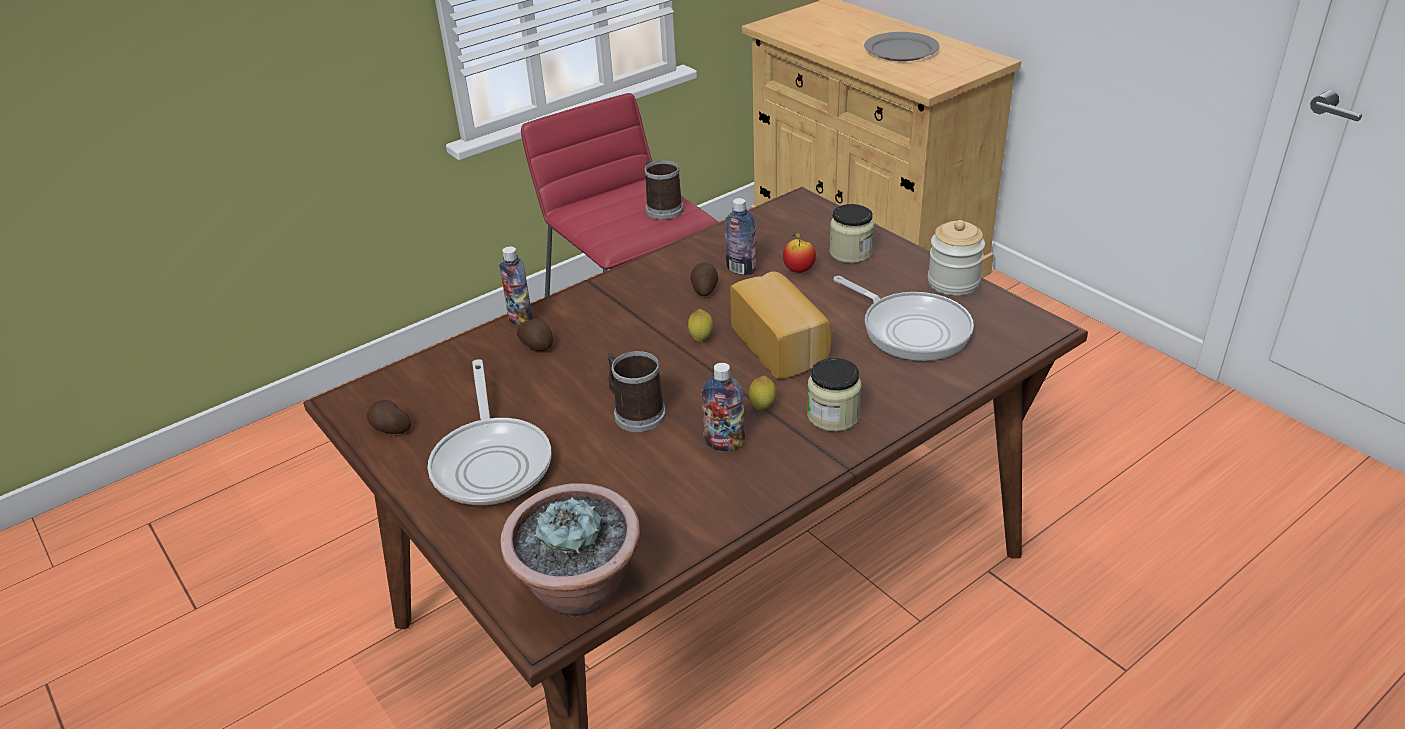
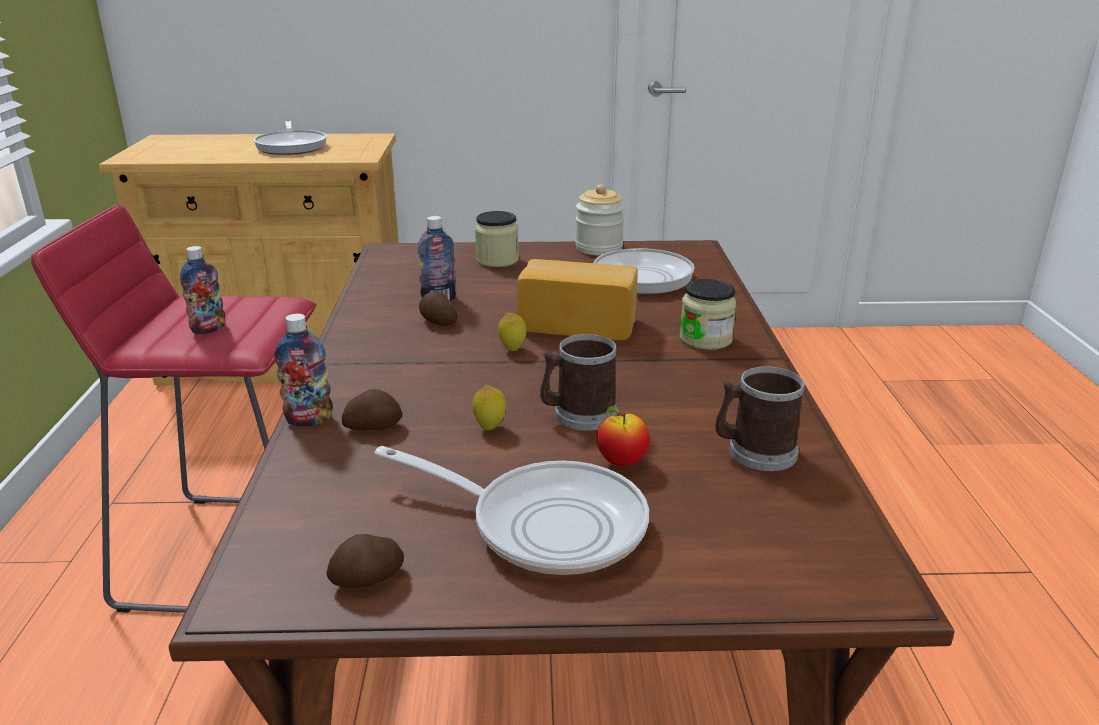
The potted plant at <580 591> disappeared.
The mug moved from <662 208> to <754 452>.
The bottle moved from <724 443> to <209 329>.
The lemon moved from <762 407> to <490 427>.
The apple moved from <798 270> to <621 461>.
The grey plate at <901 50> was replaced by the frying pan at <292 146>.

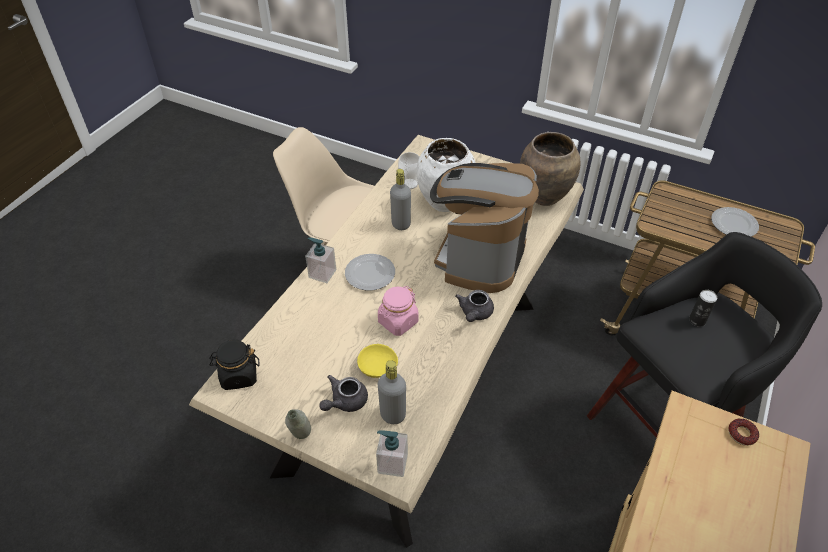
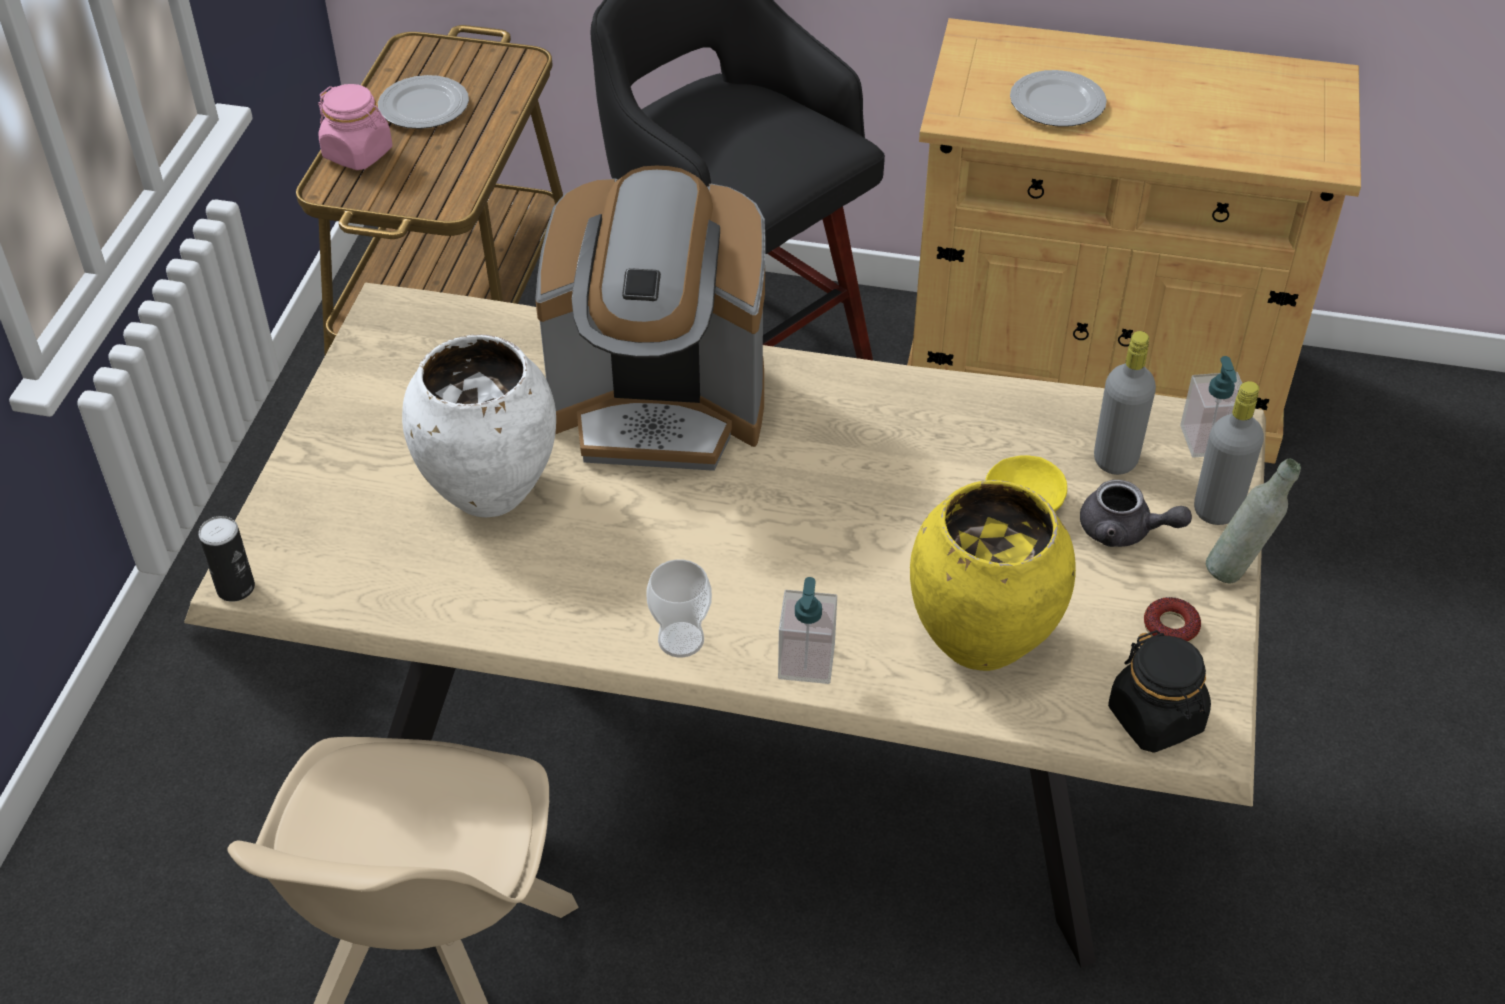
The grey teapot at <474 313> disappeared.
The brown vase at <545 197> disappeared.
The yellow vase at <980 640> appeared.
The plate moved from <370 274> to <1056 103>.
The pink jar moved from <398 322> to <358 153>.
The grey bottle moved from <401 224> to <1217 509>.
The cup moved from <409 184> to <681 639>.
The can moved from <697 320> to <235 588>.
The donut moved from <742 434> to <1171 627>.

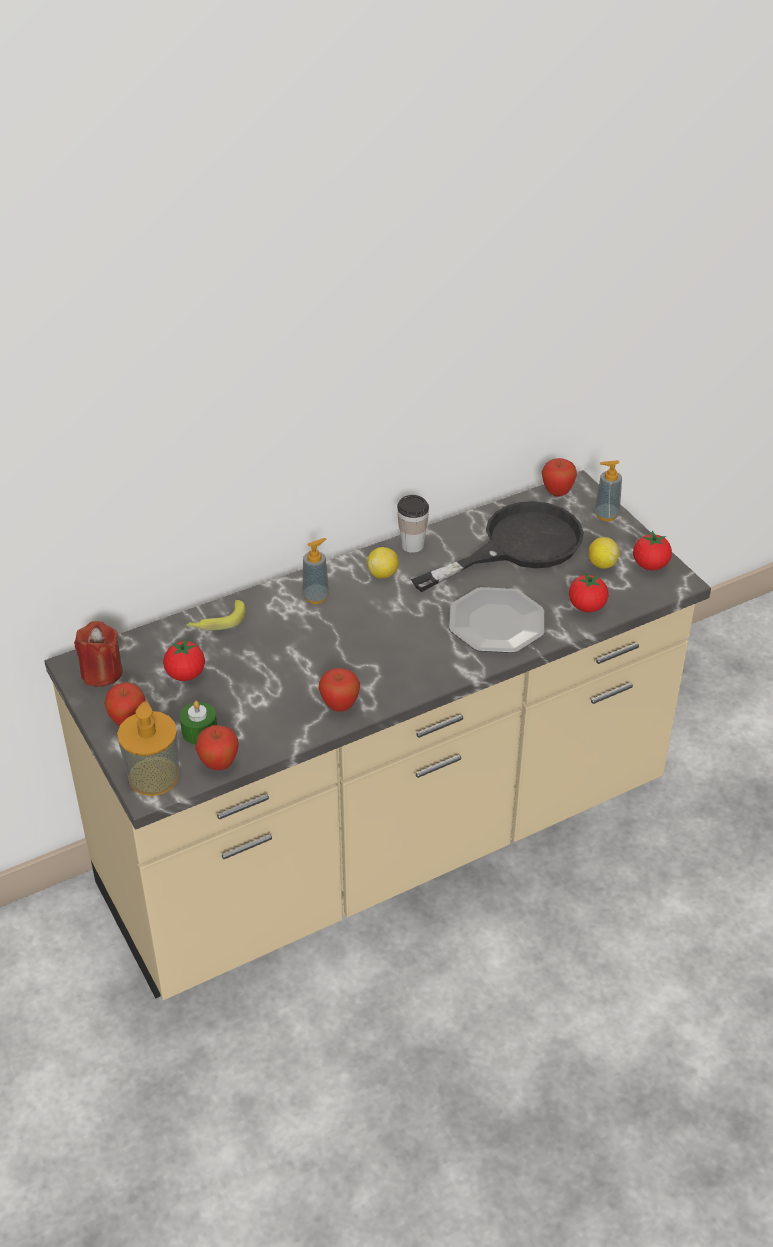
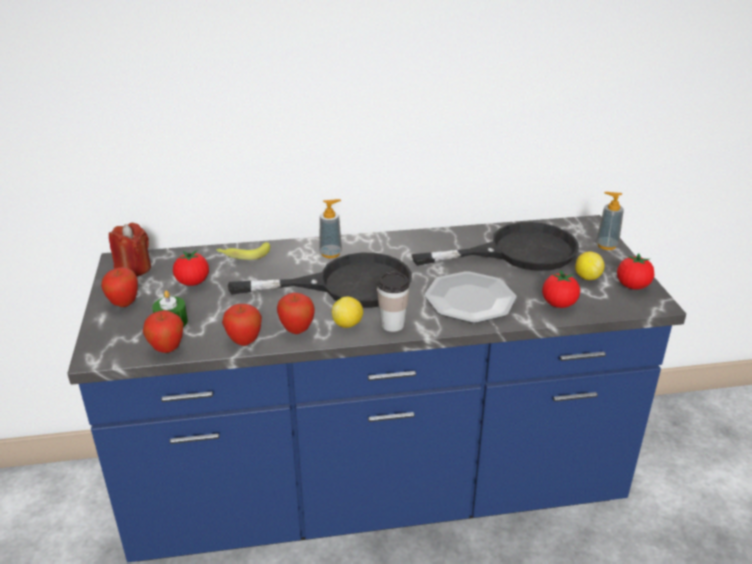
The soap dispenser at <154 776> disappeared.
The black frying pan at <347 285> appeared.
The lemon moved from <383 574> to <348 324>.
The cup moved from <412 545> to <392 324>.
The apple moved from <557 492> to <244 341>.
The beige counter at <386 843> became the blue counter at <376 492>.

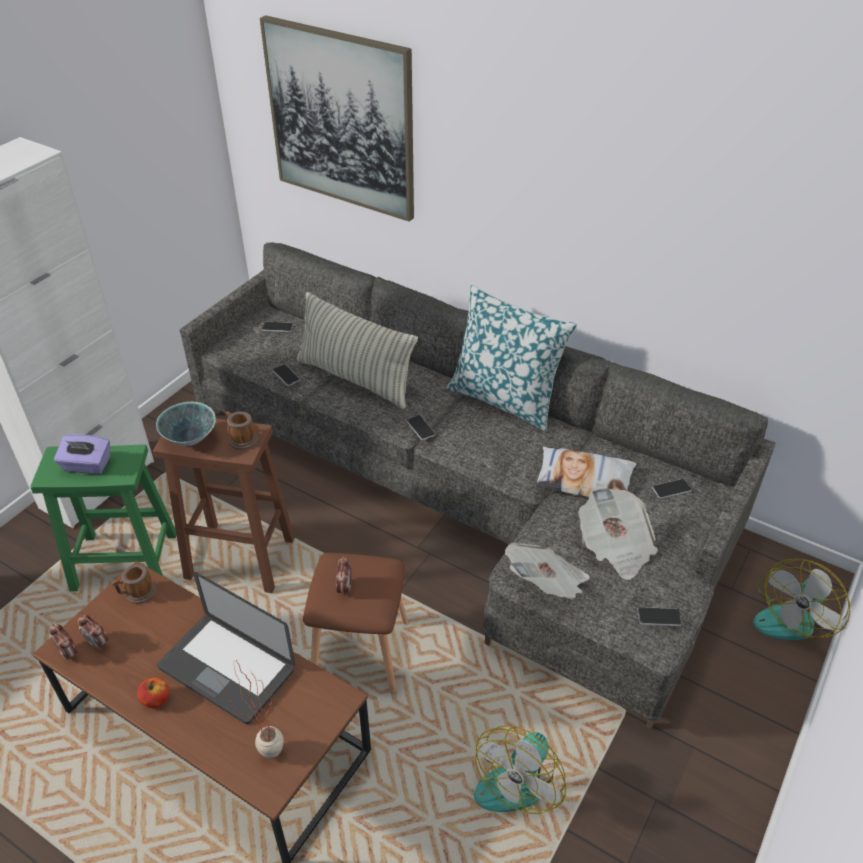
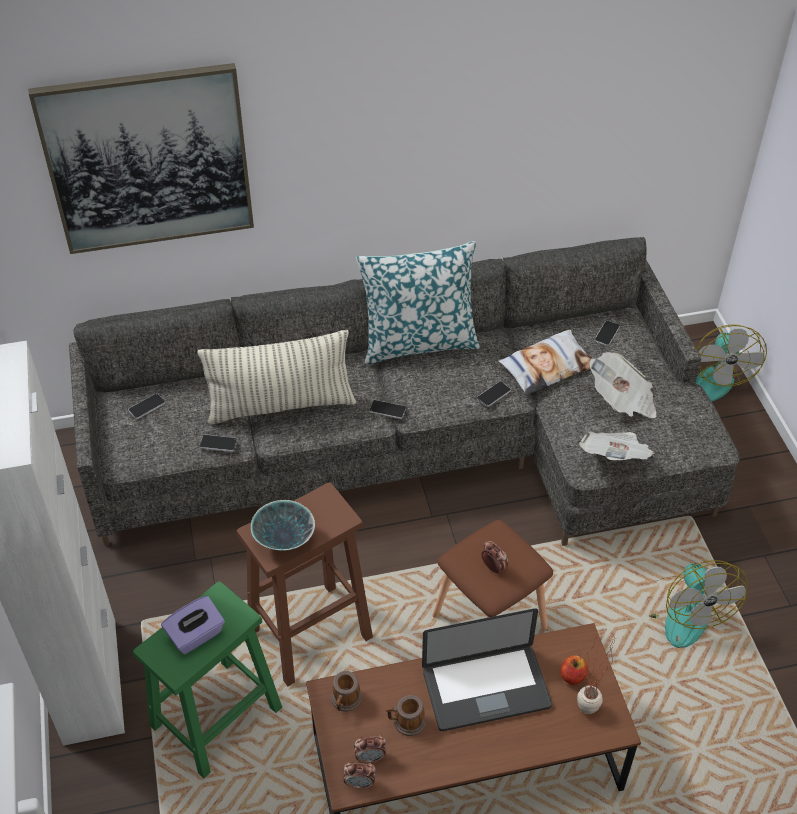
The apple moved from <156 699> to <572 676>.
The mug moved from <241 438> to <406 722>.
The phone moved from <659 617> to <493 394>.

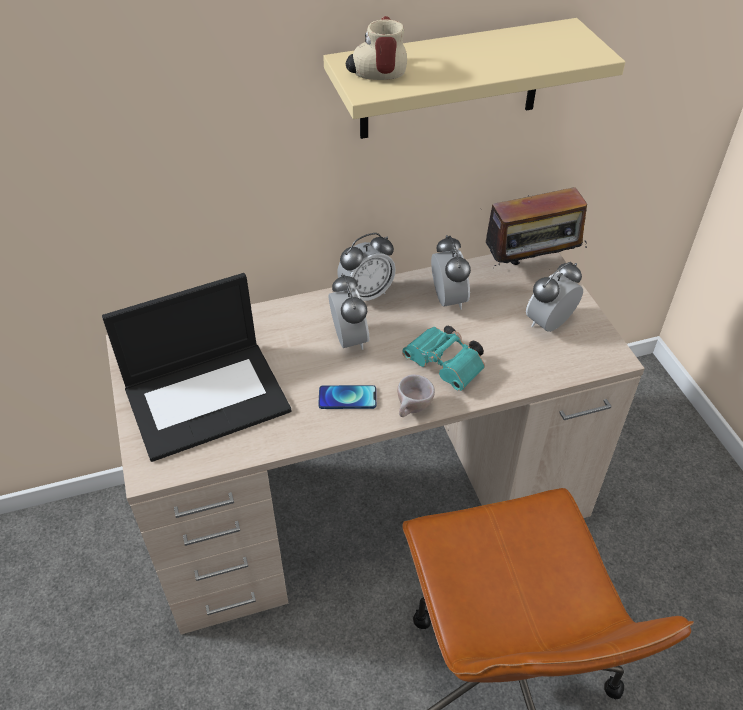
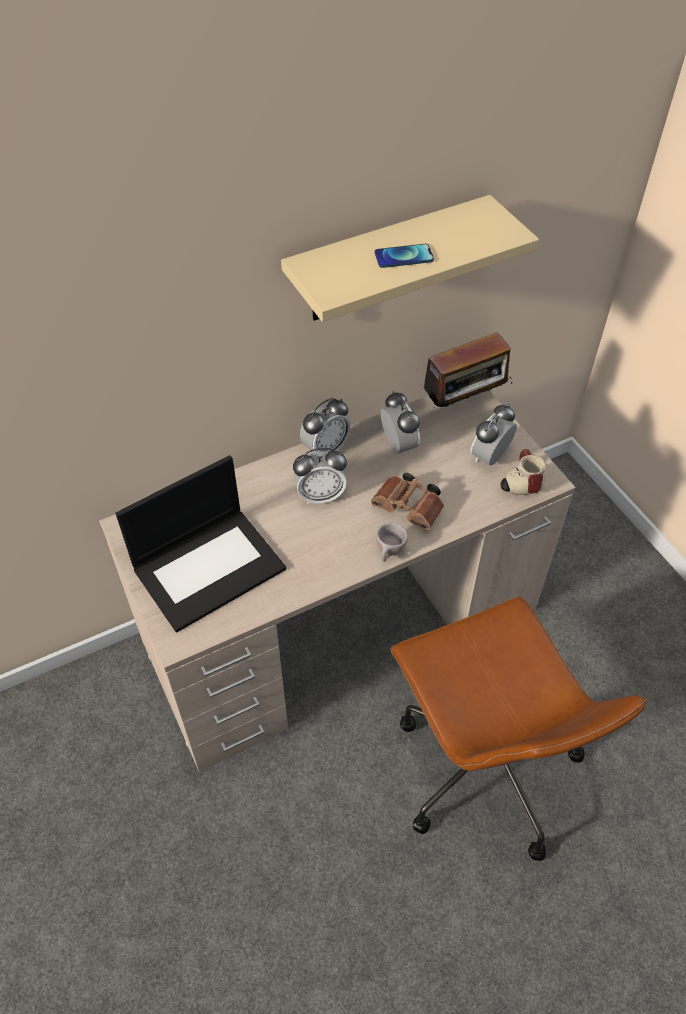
The phone moved from <347 398> to <403 257>.
The mug moved from <376 70> to <519 483>.
The turquoise binoculars at <446 367> became the brown binoculars at <410 509>.
The alarm clock at <349 340> turned 105 degrees clockwise.

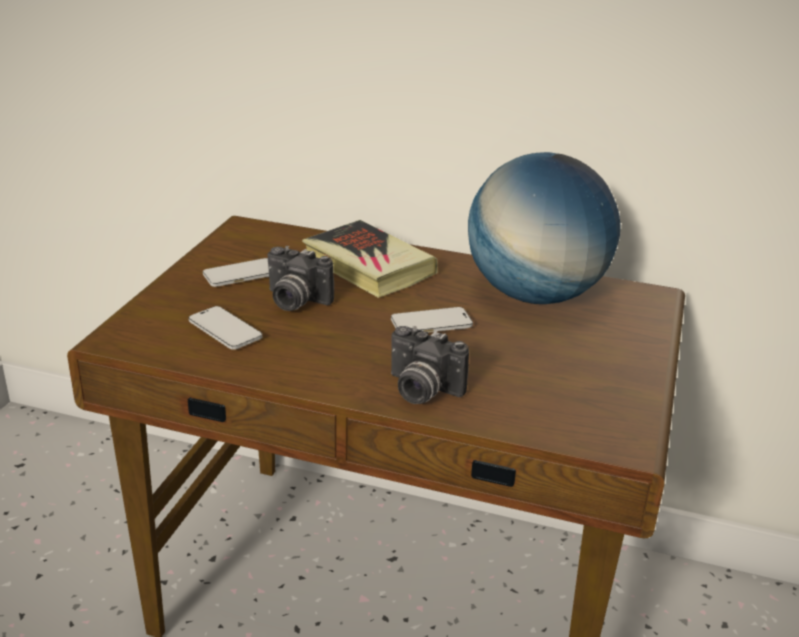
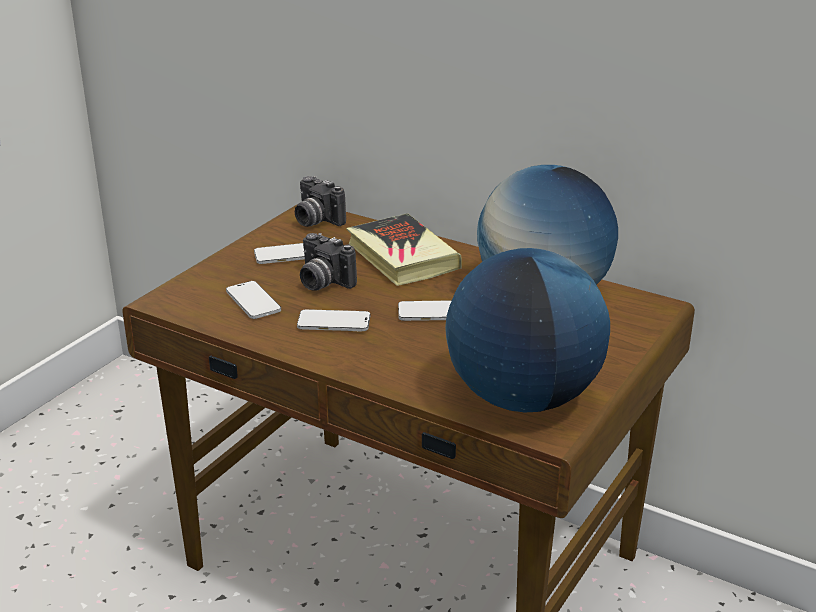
The phone at <334 323> appeared.
The globe at <523 398> appeared.
The photo camera moved from <420 390> to <315 221>.

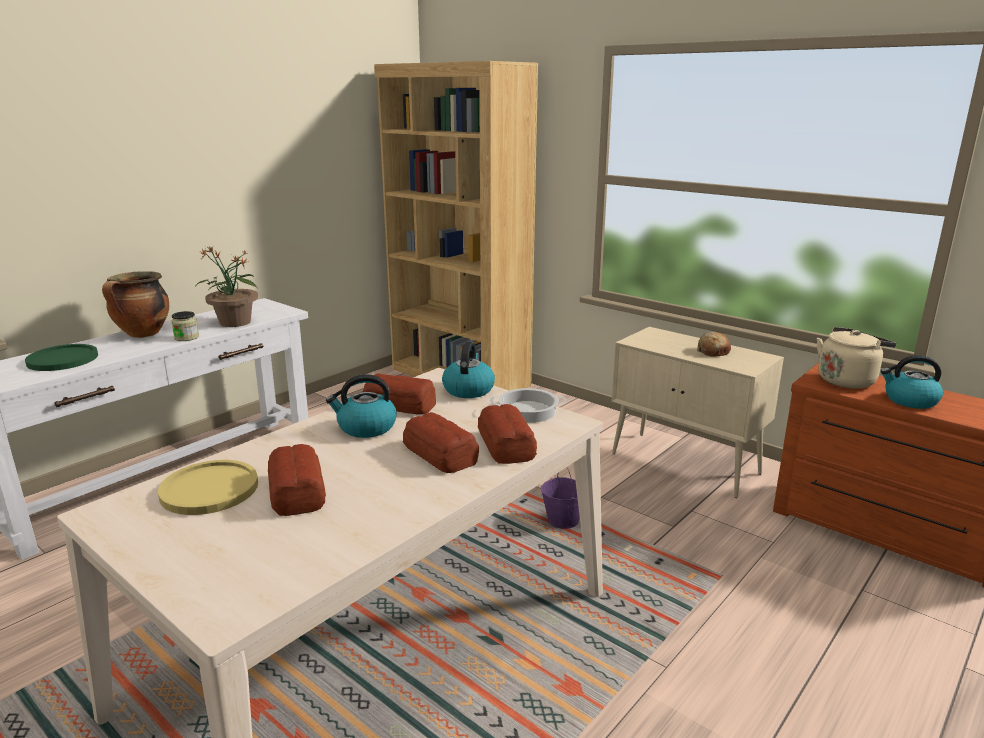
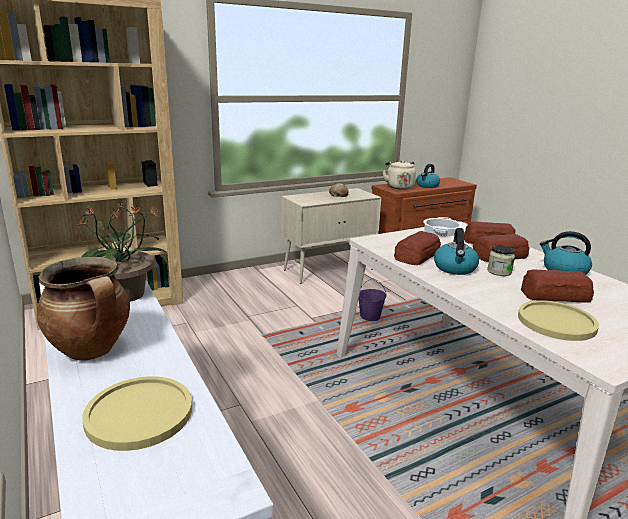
The jar moved from <186 337> to <499 271>.
The kettle moved from <468 389> to <564 271>.
The green plate at <62 359> became the yellow plate at <139 414>.

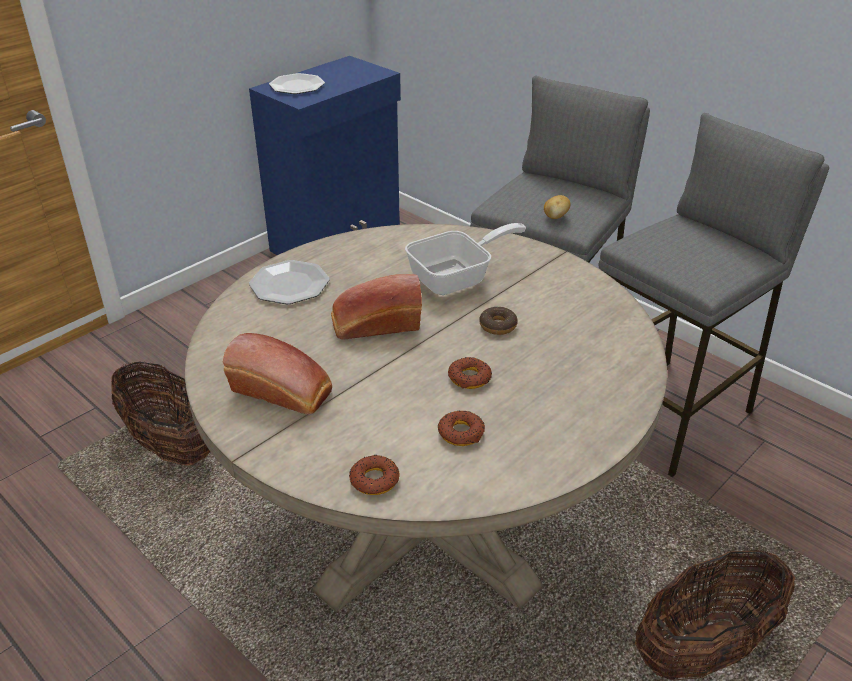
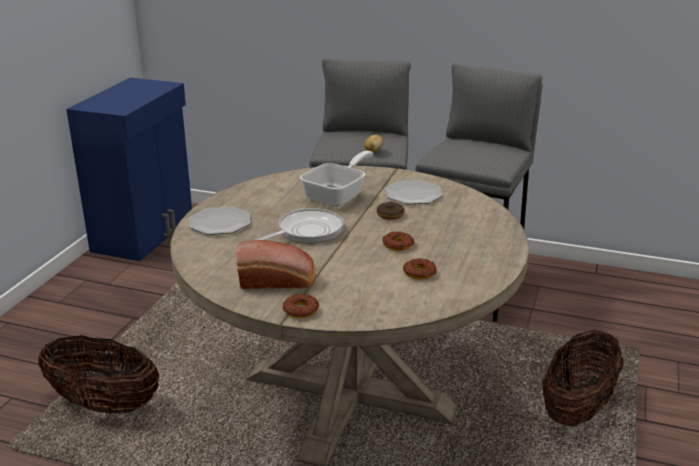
The plate moved from <297 86> to <413 194>.
The donut moved from <374 480> to <300 310>.
The bread at <375 325> was replaced by the frying pan at <306 232>.

